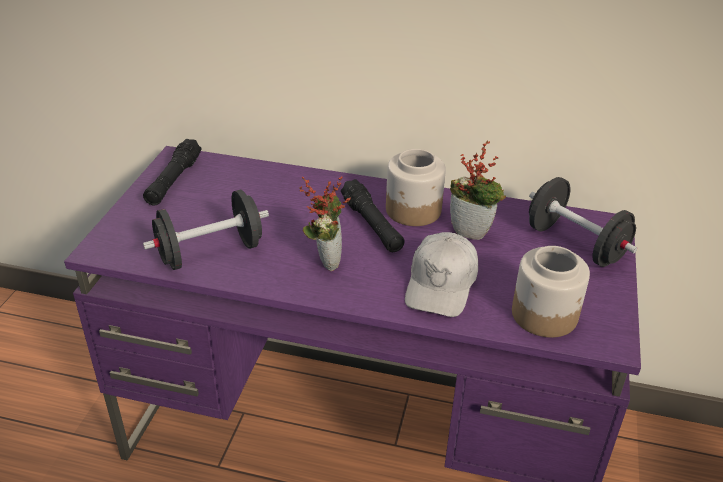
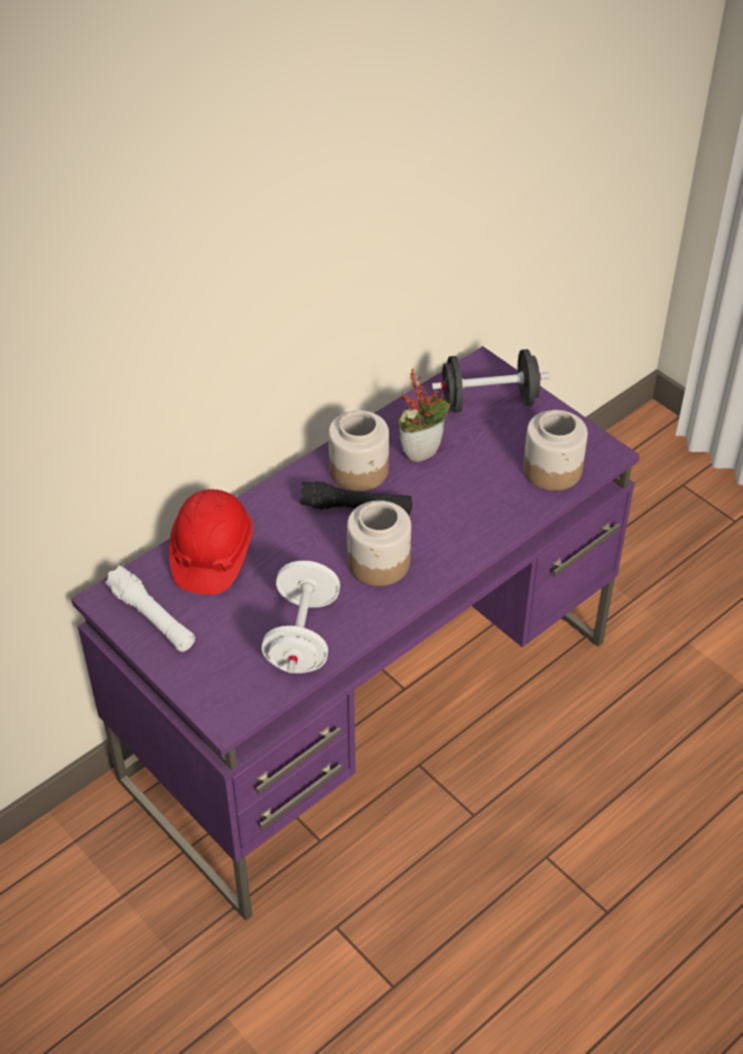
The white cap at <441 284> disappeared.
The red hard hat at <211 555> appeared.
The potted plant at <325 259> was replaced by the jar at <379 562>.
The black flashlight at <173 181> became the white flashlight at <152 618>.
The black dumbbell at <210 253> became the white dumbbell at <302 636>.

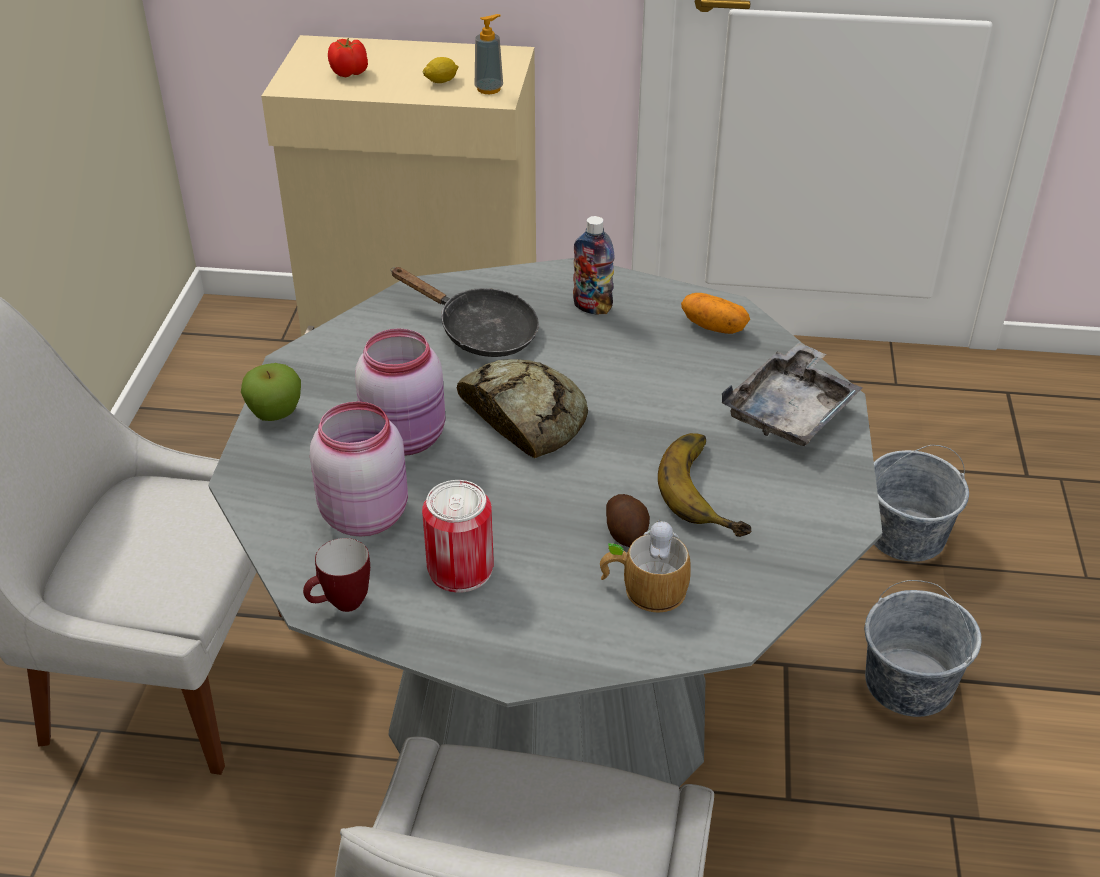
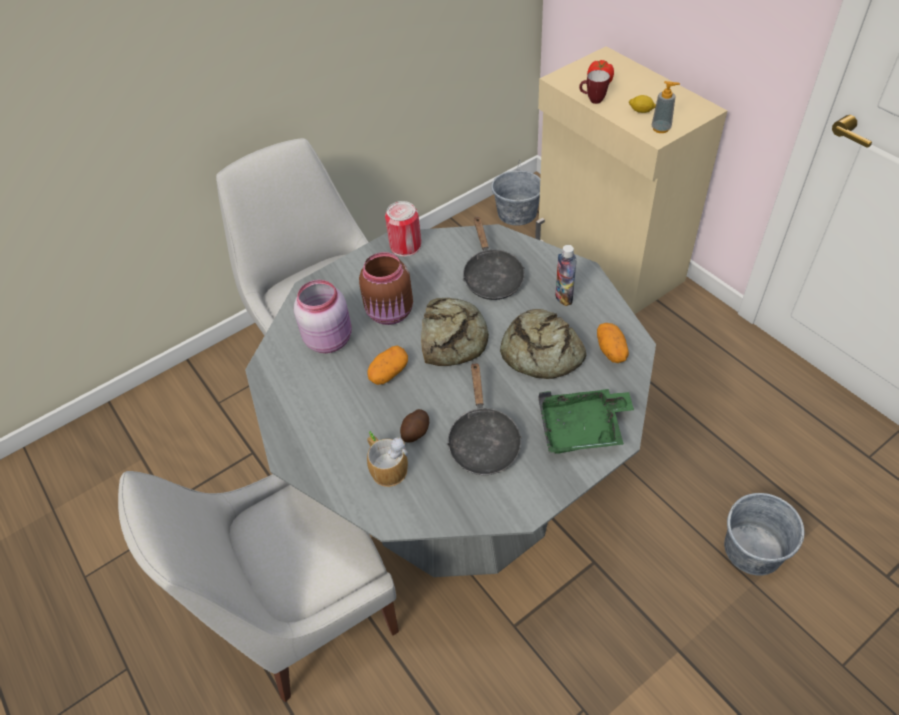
The apple at <275 414> disappeared.
The potato at <388 373> appeared.
The bread at <540 353> appeared.
The mug moved from <341 606> to <592 100>.
The can moved from <460 569> to <405 246>.
The grey bucket moved from <908 683> to <517 213>.
The banana at <712 489> was replaced by the black frying pan at <483 441>.
The pink jar at <407 438> became the brown jar at <391 313>.
The grey tray at <791 411> became the green tray at <582 429>.

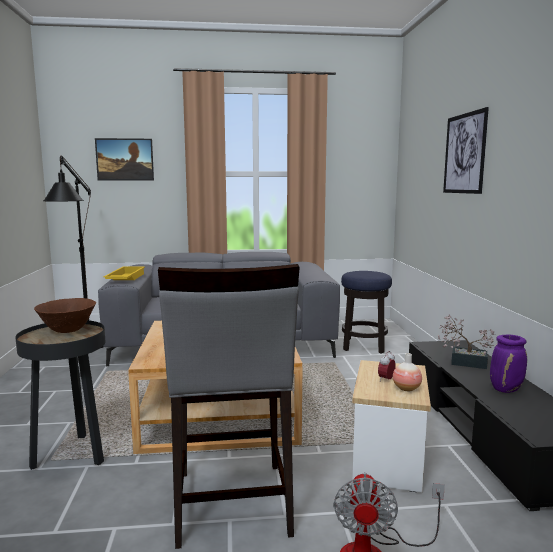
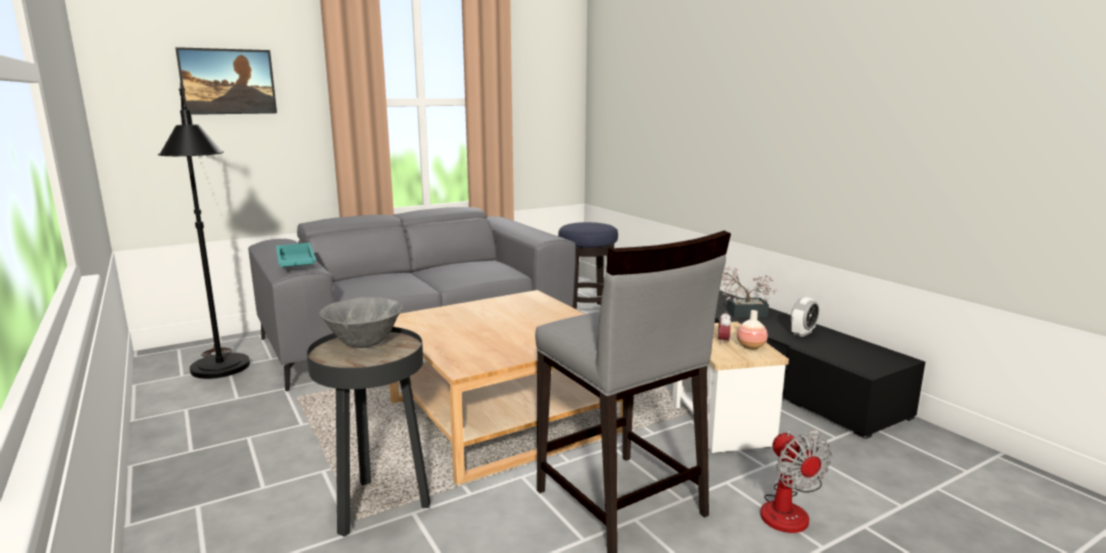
The picture at <464 153> disappeared.
The purple vase at <506 389> was replaced by the alarm clock at <802 333>.
The brown bowl at <68 331> became the grey bowl at <364 344>.
The yellow tray at <125 278> became the turquoise tray at <295 263>.

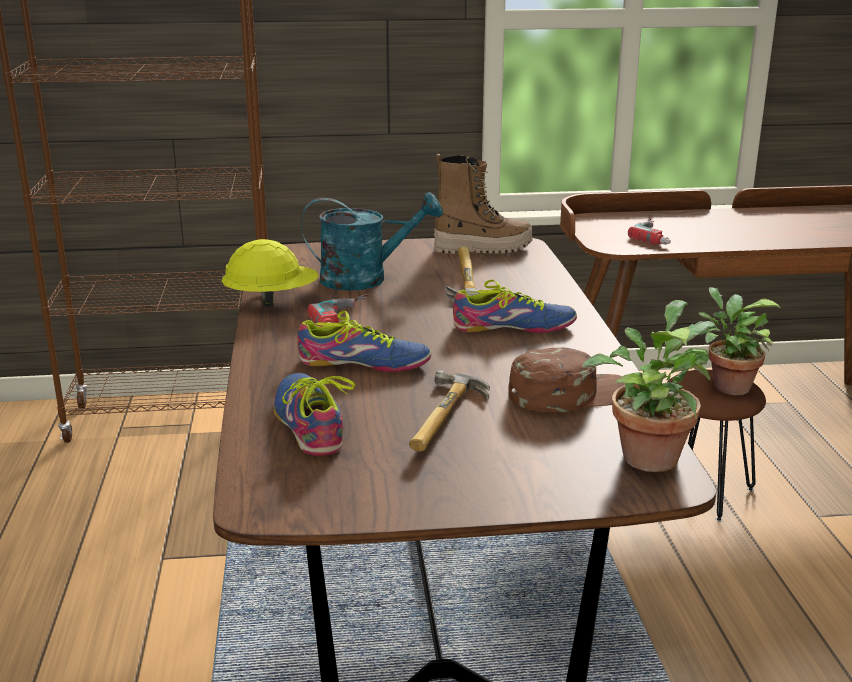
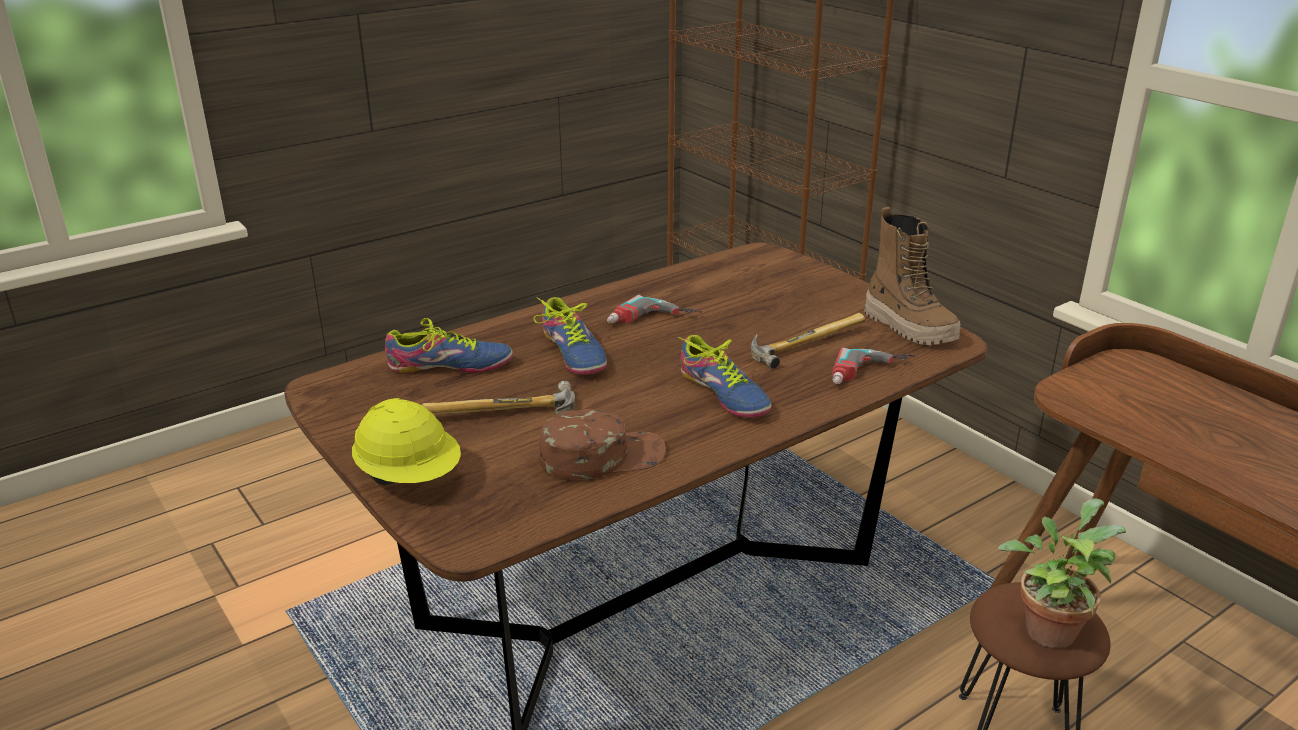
The turquoise watering can at <366 279> disappeared.
The potted plant at <648 454> disappeared.
The yellow hard hat moved from <272 301> to <410 477>.
The power drill moved from <658 236> to <872 375>.
The shoe at <308 423> turned 45 degrees clockwise.
The brown cap at <568 393> turned 60 degrees counterclockwise.

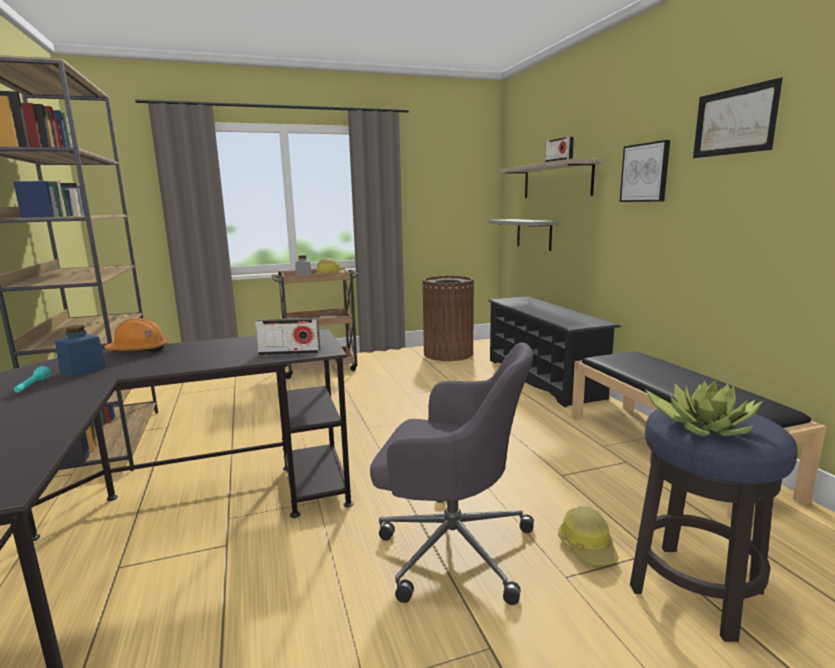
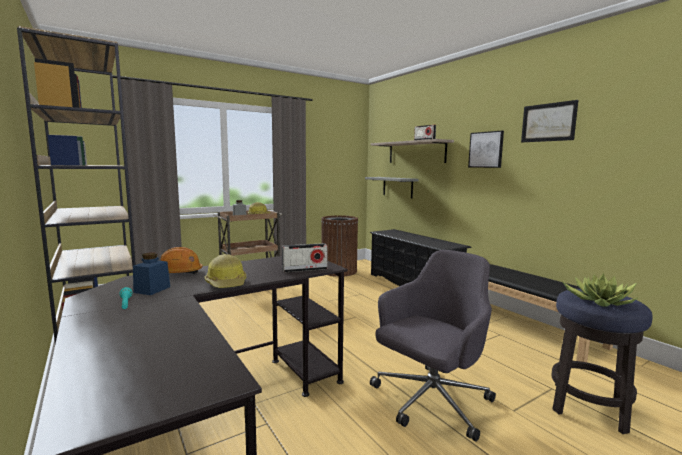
The hard hat moved from <587 546> to <227 284>.
The grey office chair at <451 546> turned 45 degrees counterclockwise.

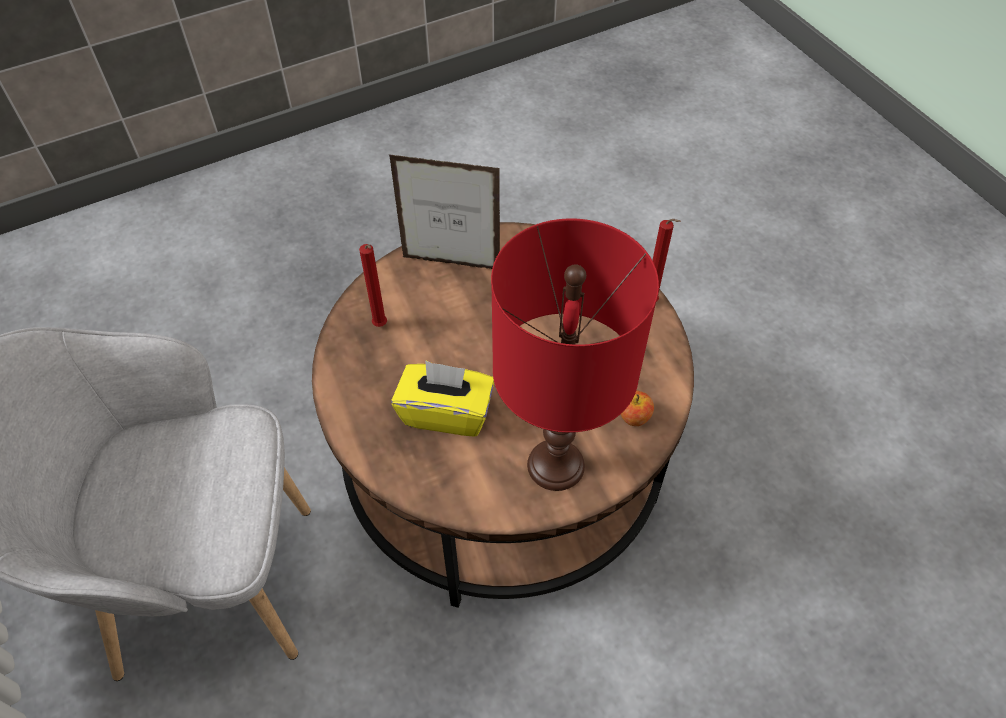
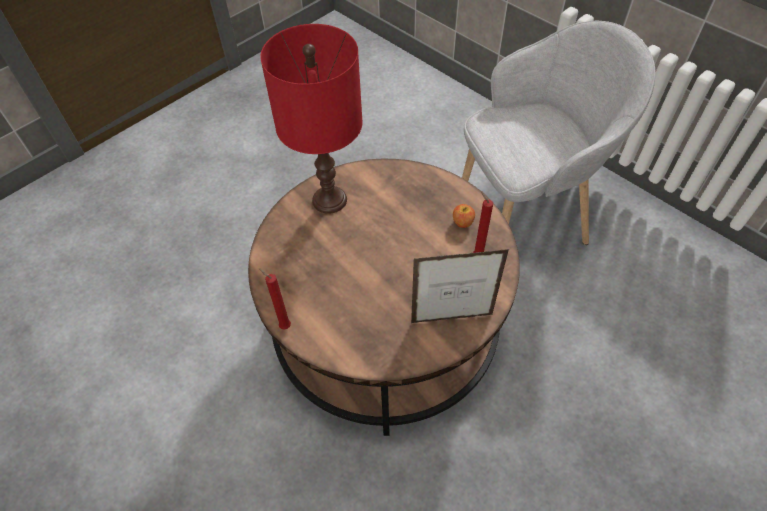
The yellow tissue box at <446 412> disappeared.
The apple moved from <634 417> to <462 222>.

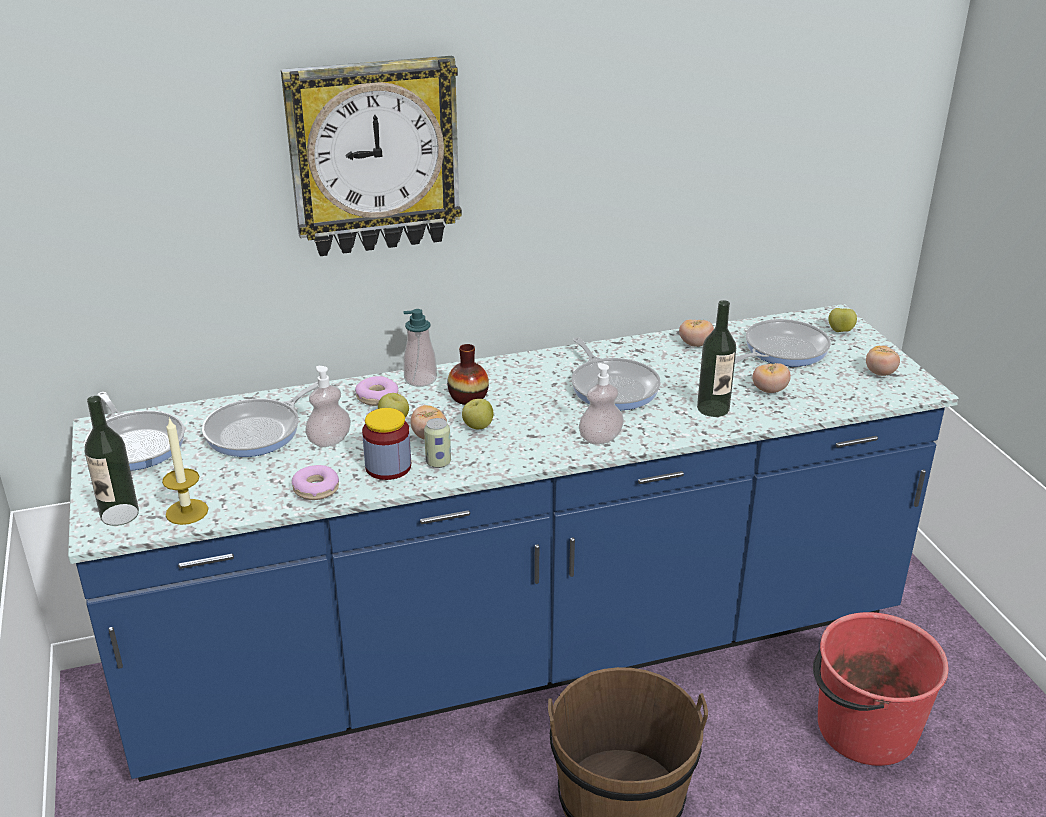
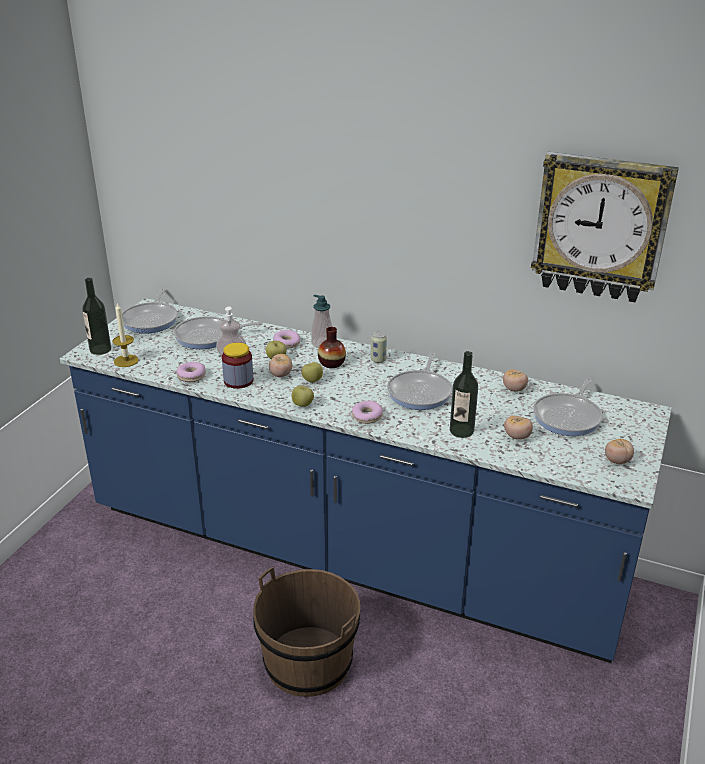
The red bucket at <864 729> disappeared.
The wall clock moved from <374 156> to <600 227>.
The can moved from <438 463> to <378 360>.
The apple moved from <840 331> to <302 405>.
The soap dispenser at <600 438> was replaced by the donut at <367 416>.
The frying pan at <781 350> turned 120 degrees clockwise.

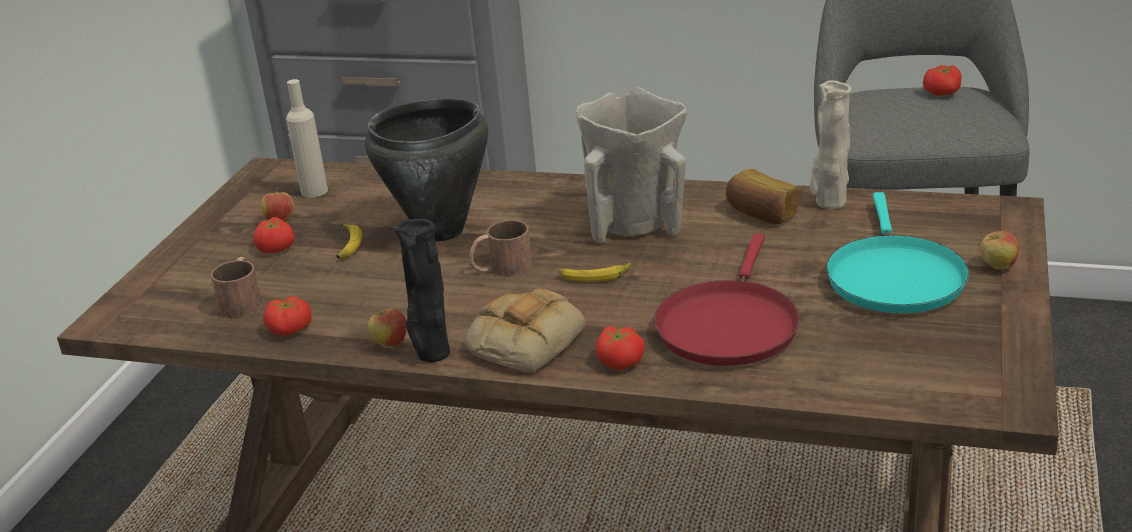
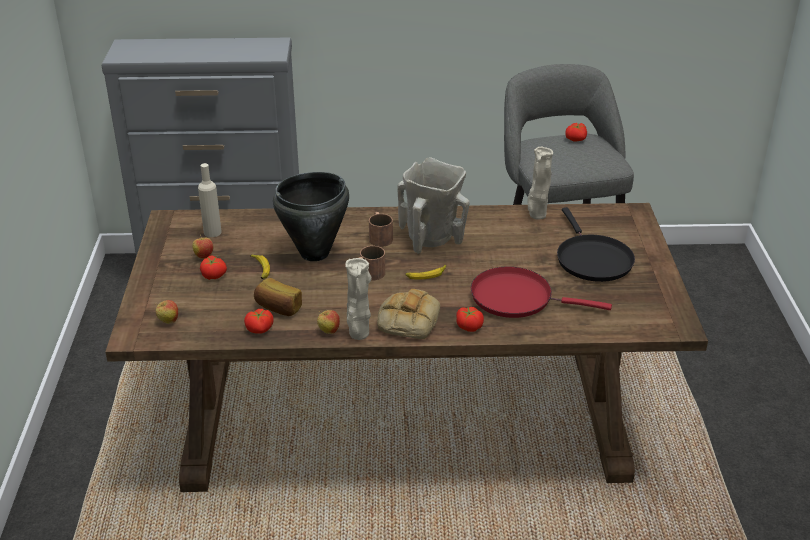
The brown mug moved from <244 301> to <379 236>.
The bread moved from <760 214> to <278 308>.
The apple moved from <997 267> to <168 321>.
The black vase at <432 355> became the beige vase at <358 335>.
The turquoise frying pan at <893 277> became the black frying pan at <592 259>.
The red frying pan at <728 325> turned 105 degrees clockwise.

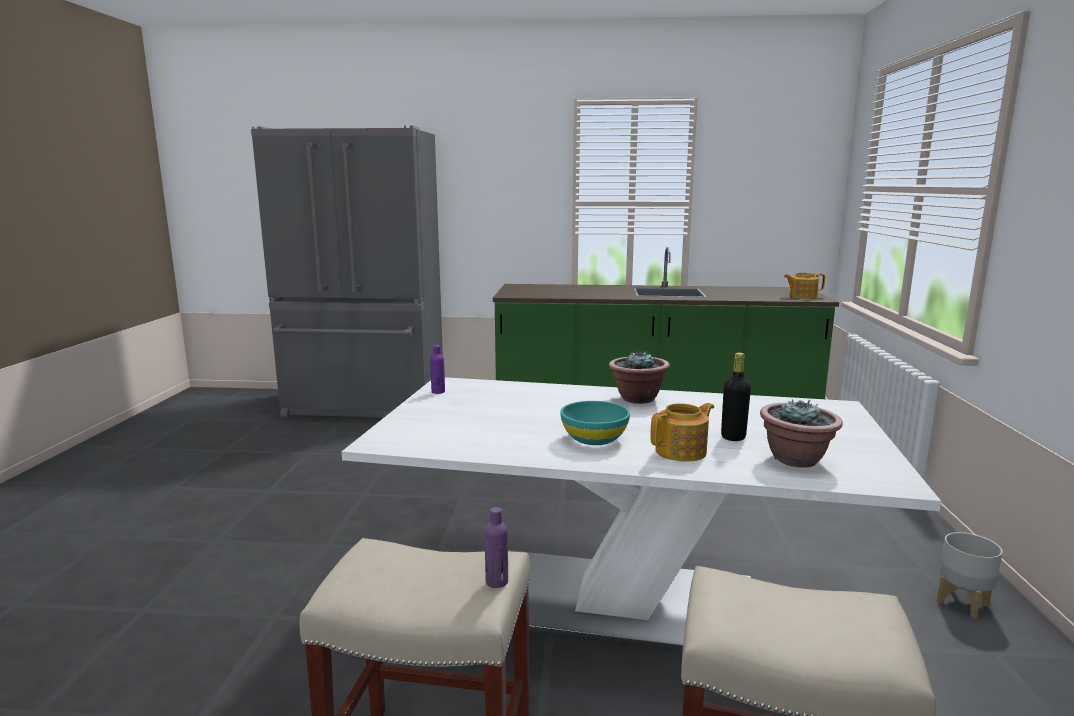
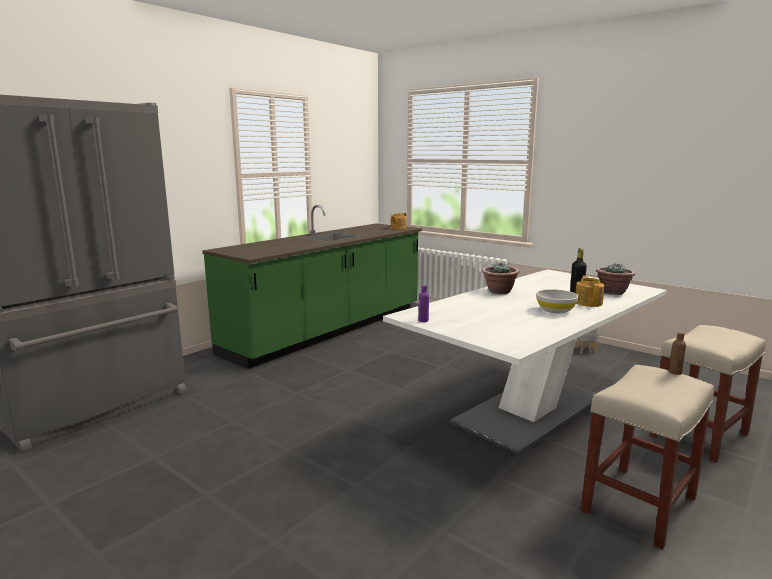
The purple bottle at <496 582> became the brown bottle at <675 372>.
The turquoise bowl at <594 438> became the white bowl at <555 310>.

